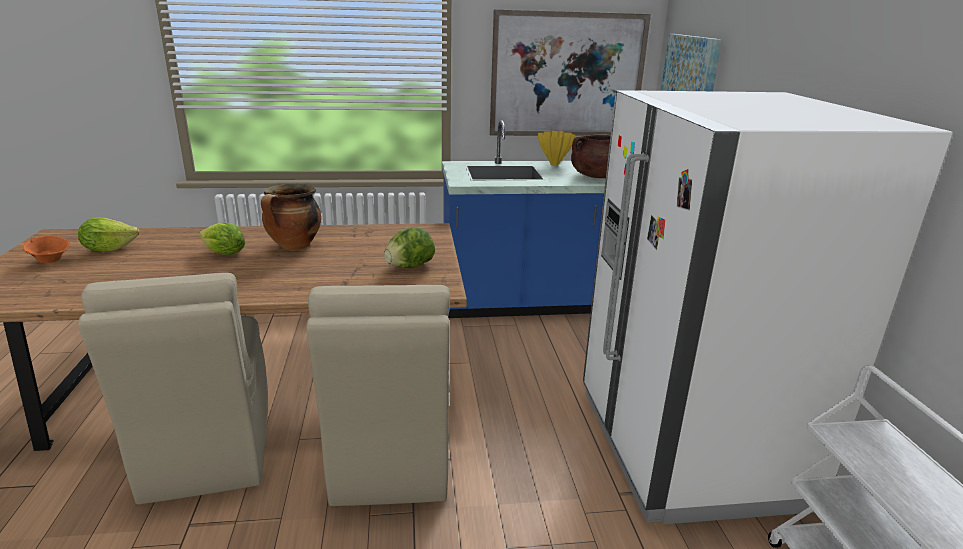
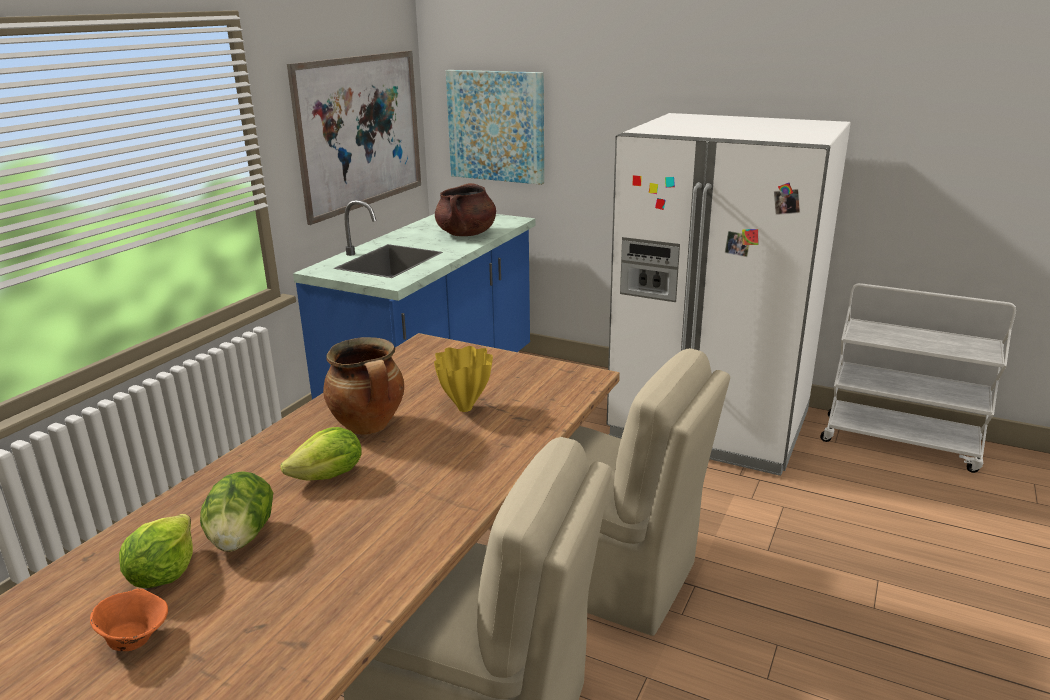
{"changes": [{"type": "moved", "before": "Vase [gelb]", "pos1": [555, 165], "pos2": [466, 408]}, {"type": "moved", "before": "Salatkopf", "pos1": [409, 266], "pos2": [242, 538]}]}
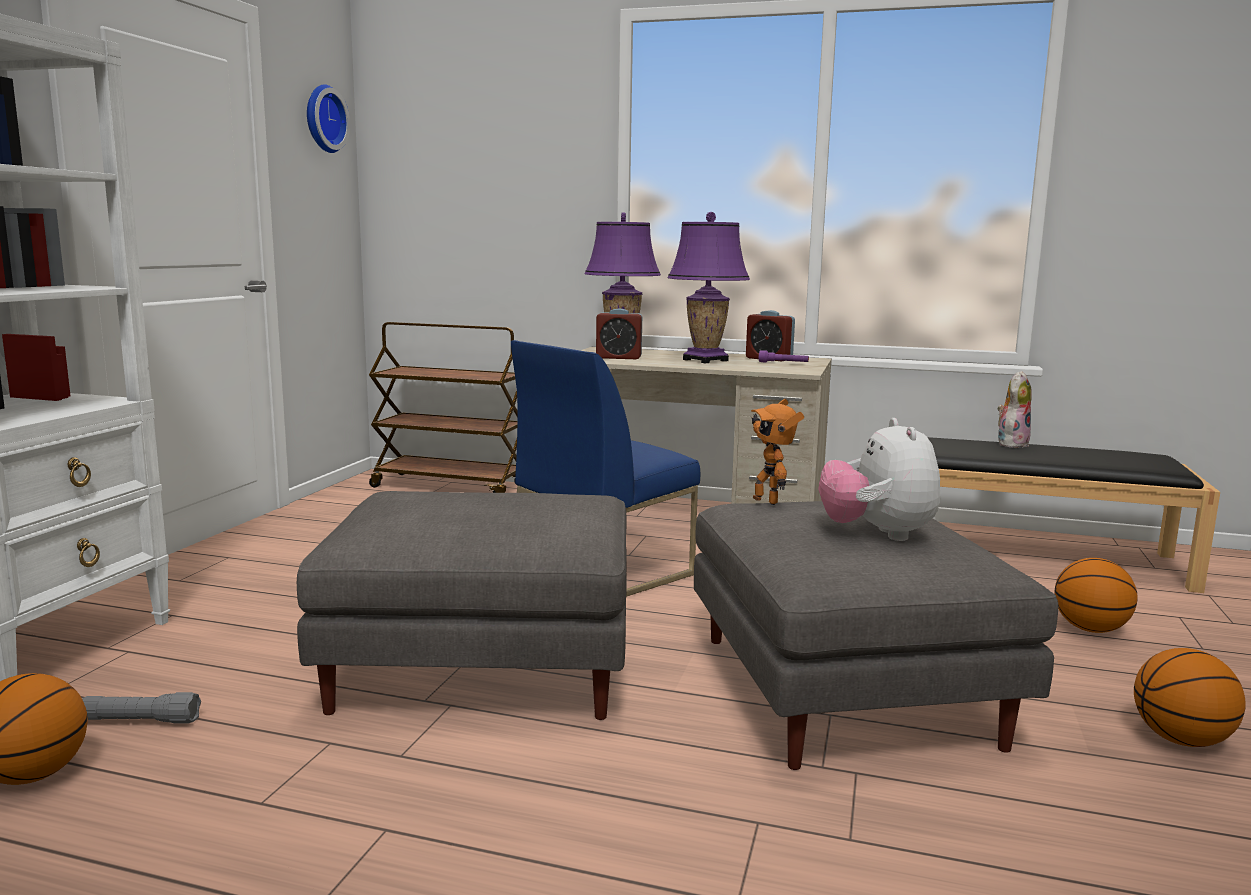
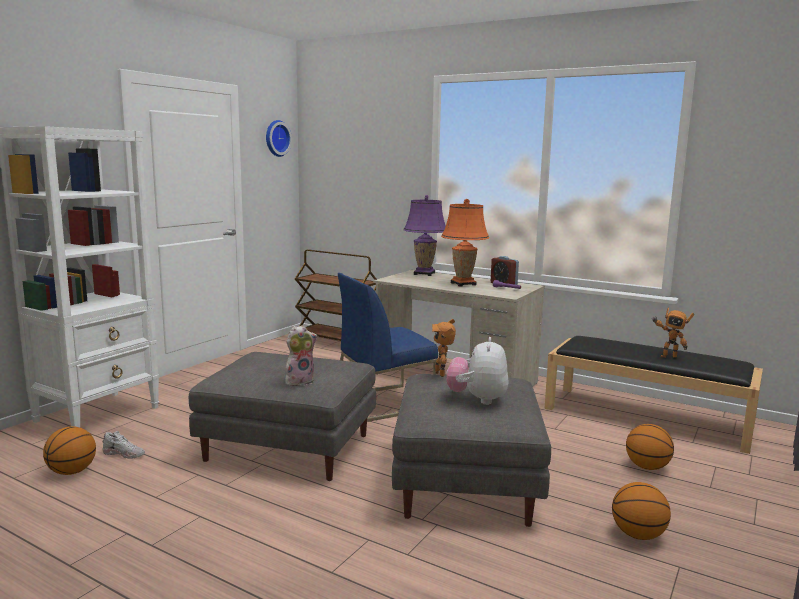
{"changes": [{"type": "recoloured", "before": "Tischlampe [lila]", "after": "Tischlampe [orange]", "pos1": [705, 360], "pos2": [463, 284]}, {"type": "removed", "before": "Wecker", "pos1": [618, 357]}, {"type": "moved", "before": "Plüschtier", "pos1": [1011, 444], "pos2": [300, 381]}, {"type": "replaced", "before": "Taschenlampe [grau]", "after": "Schuh [weiß]", "pos1": [141, 721], "pos2": [124, 454]}, {"type": "added", "after": "Spielzeugroboter", "pos2": [668, 356]}]}
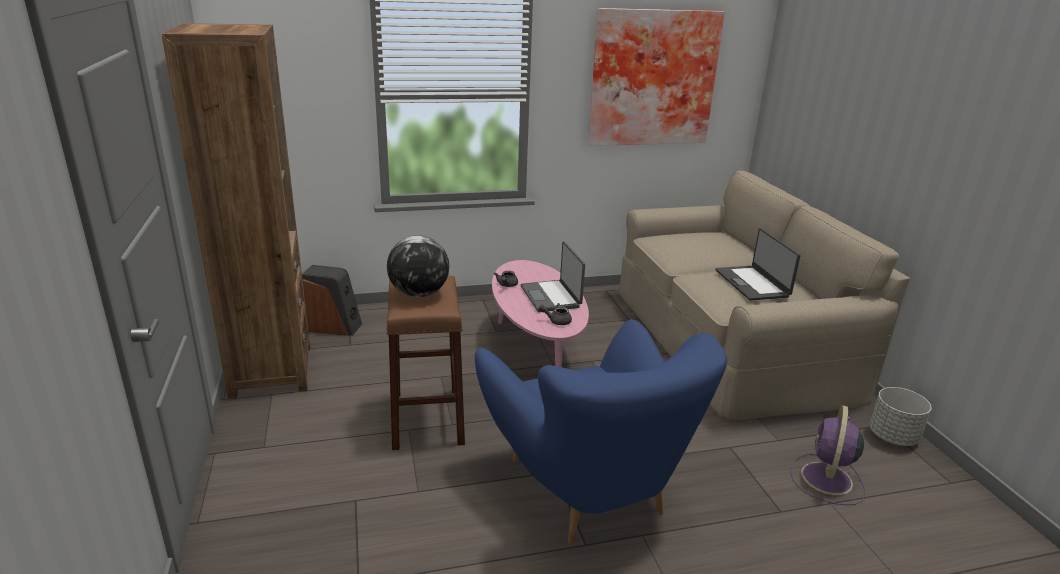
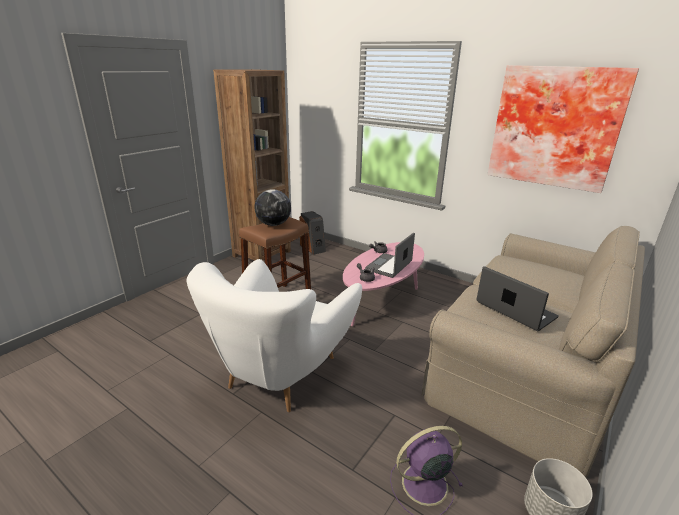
{"changes": [{"type": "turned", "before": "Laptop", "pos1": [752, 283], "pos2": [515, 310], "turn": 105}, {"type": "recoloured", "before": "Sessel [blau]", "after": "Sessel [weiß]", "pos1": [588, 488], "pos2": [280, 373]}]}
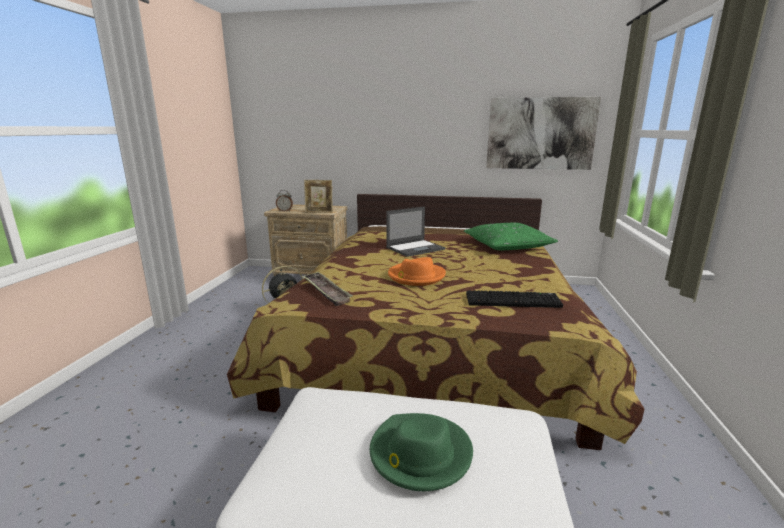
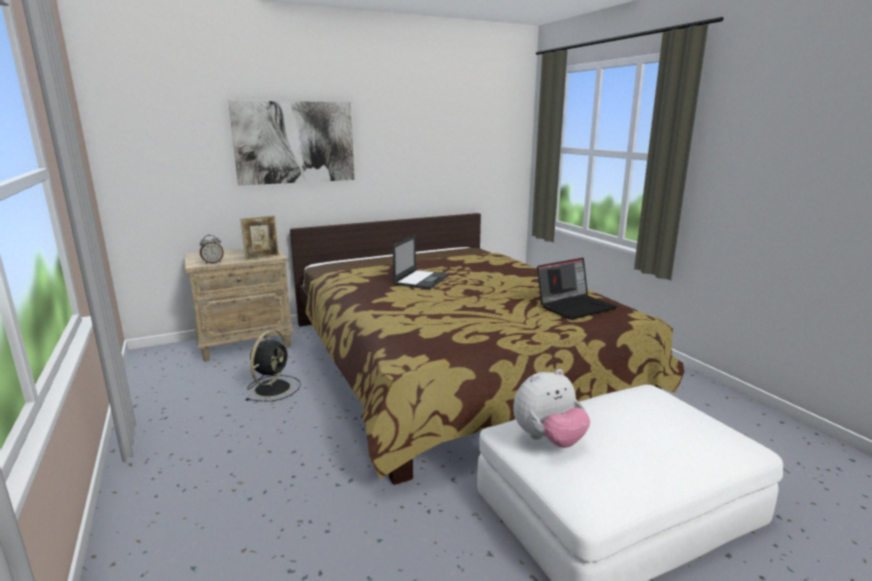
{"changes": [{"type": "moved", "before": "Bild", "pos1": [540, 134], "pos2": [295, 142]}, {"type": "removed", "before": "Kissen [grün]", "pos1": [507, 246]}, {"type": "removed", "before": "Hut [orange]", "pos1": [416, 276]}, {"type": "removed", "before": "Tablett", "pos1": [326, 291]}, {"type": "replaced", "before": "Tastatur", "after": "Laptop", "pos1": [513, 300], "pos2": [575, 306]}, {"type": "removed", "before": "Hut [grün]", "pos1": [419, 454]}, {"type": "added", "after": "Plüschtier", "pos2": [548, 440]}]}
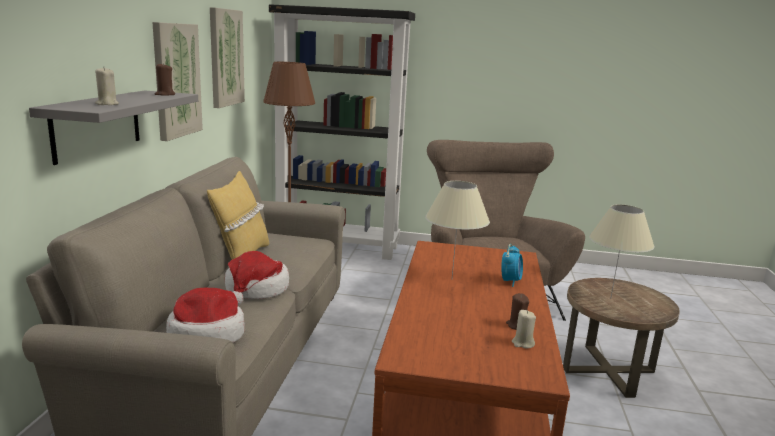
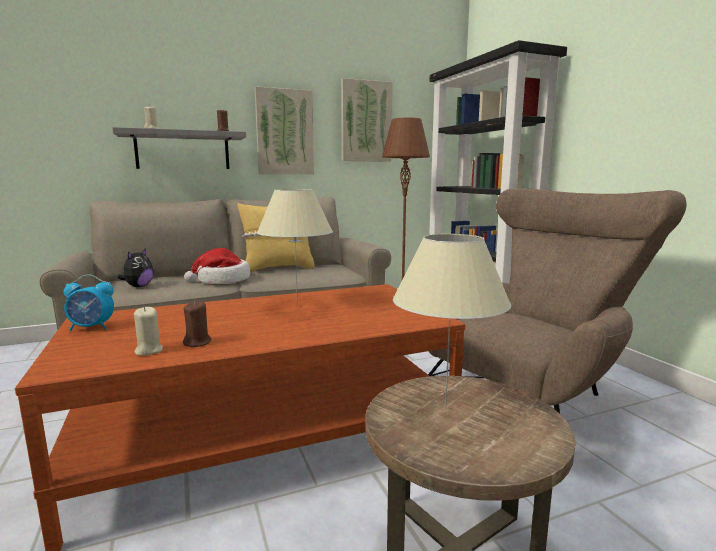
{"changes": [{"type": "moved", "before": "Wecker", "pos1": [510, 281], "pos2": [92, 328]}, {"type": "replaced", "before": "Hut", "after": "Plüschtier", "pos1": [207, 334], "pos2": [138, 286]}]}
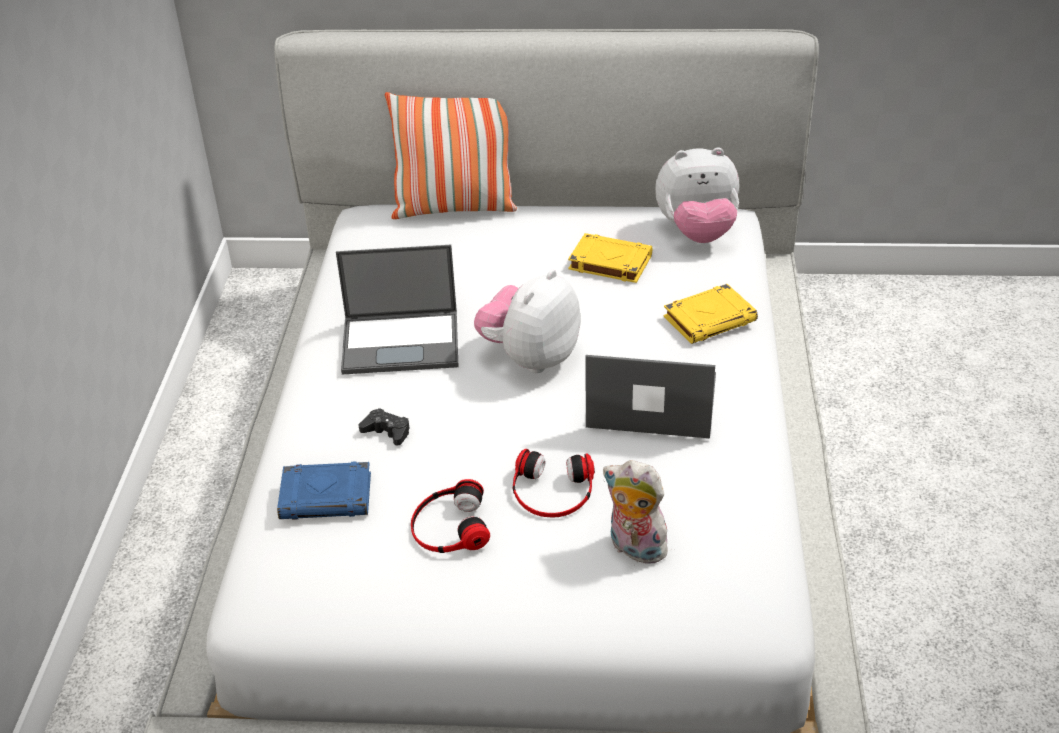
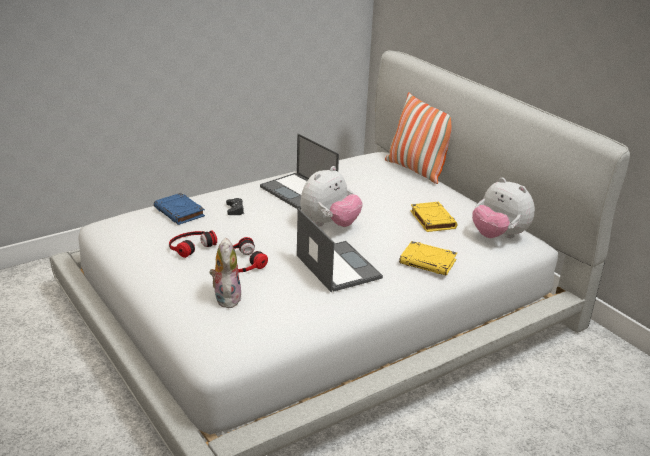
{"changes": [{"type": "turned", "before": "Plüschtier", "pos1": [530, 357], "pos2": [329, 224], "turn": 135}]}
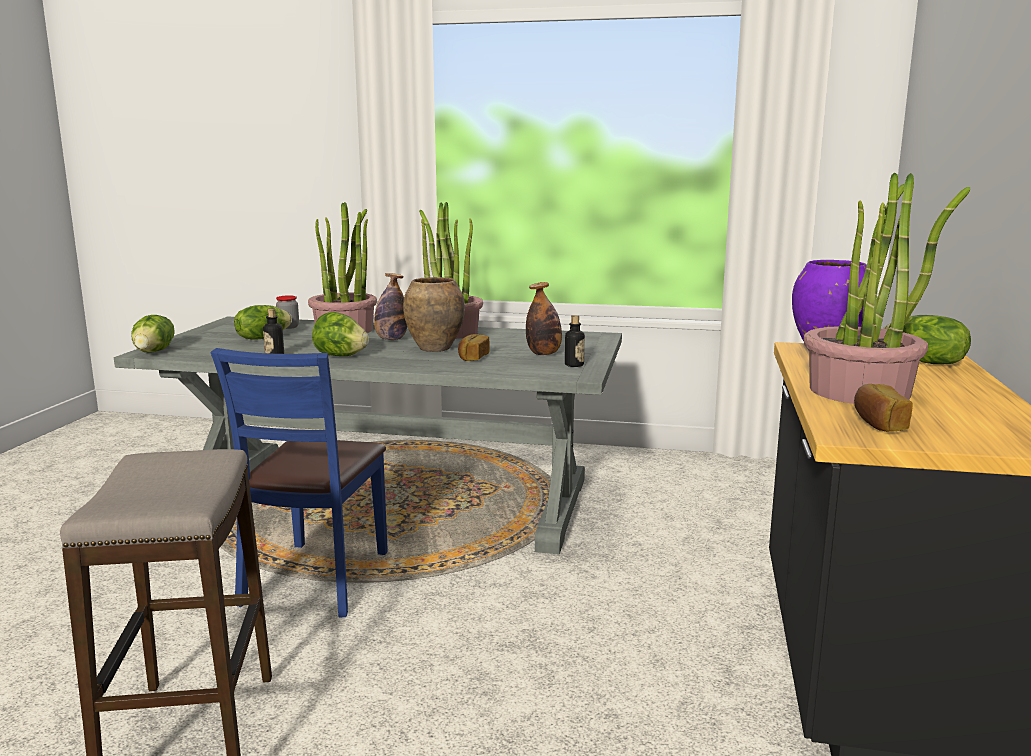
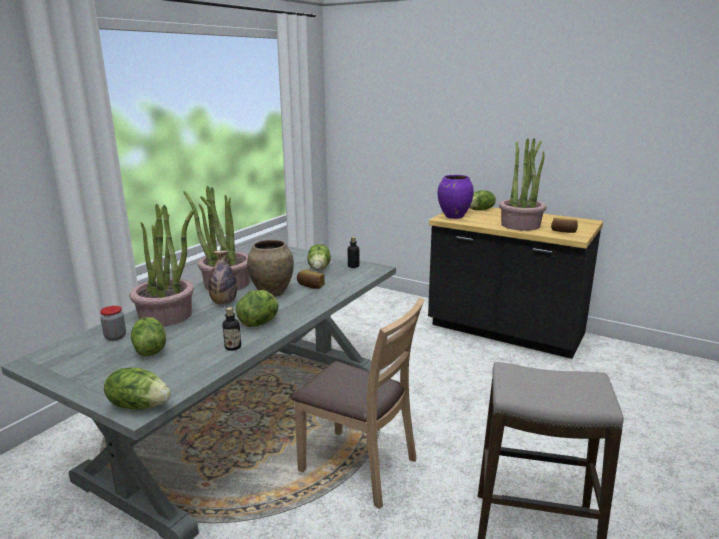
{"changes": [{"type": "replaced", "before": "Flasche", "after": "Salatkopf", "pos1": [544, 354], "pos2": [319, 268]}, {"type": "recoloured", "before": "Stuhl [blau]", "after": "Stuhl [braun]", "pos1": [316, 579], "pos2": [359, 466]}]}
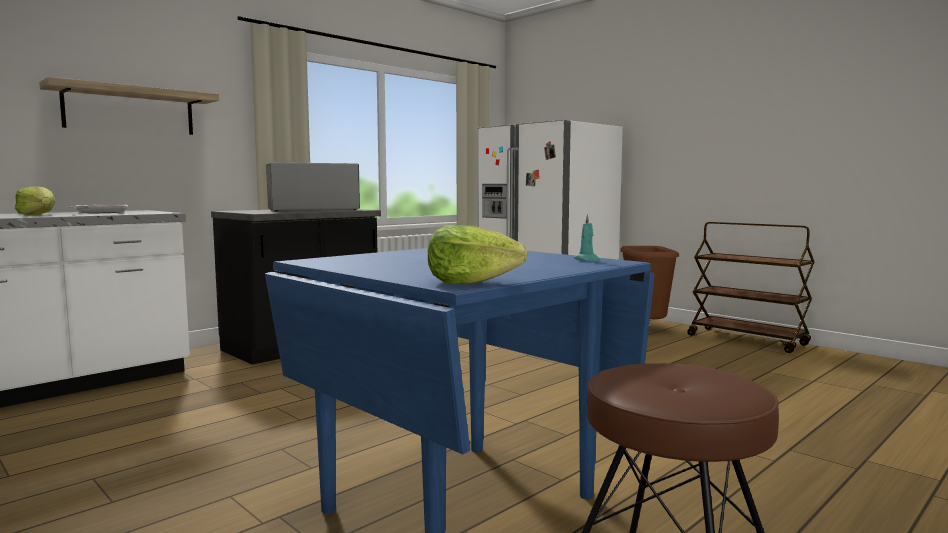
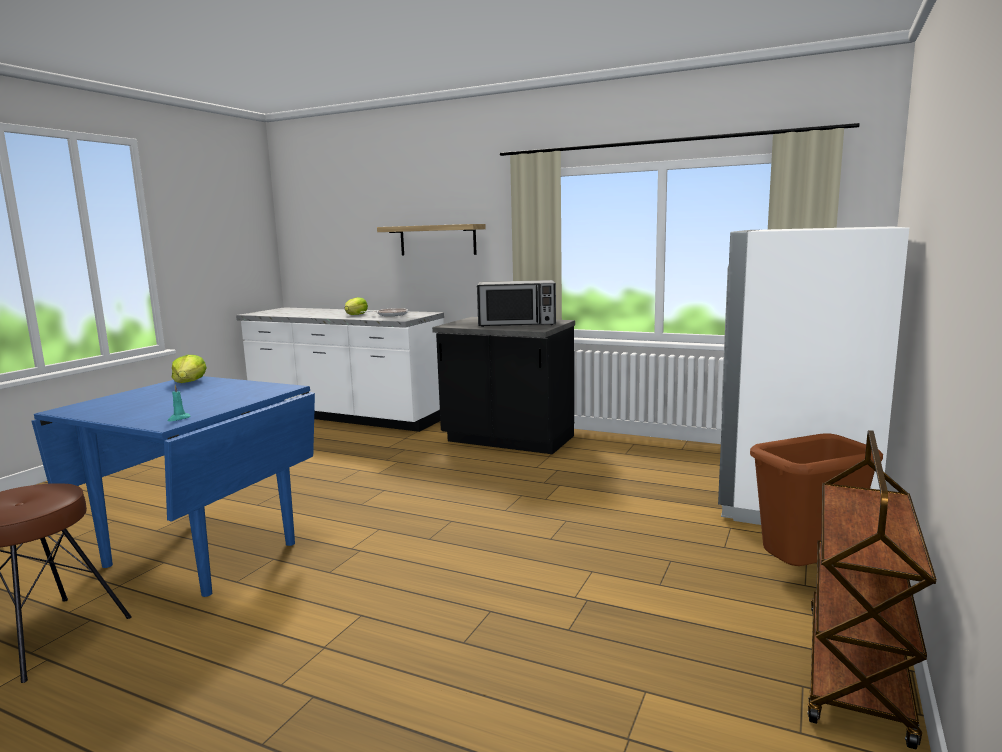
{"changes": [{"type": "turned", "before": "Mikrowelle", "pos1": [313, 209], "pos2": [517, 324], "turn": 135}, {"type": "moved", "before": "Salatkopf", "pos1": [471, 282], "pos2": [189, 382]}]}
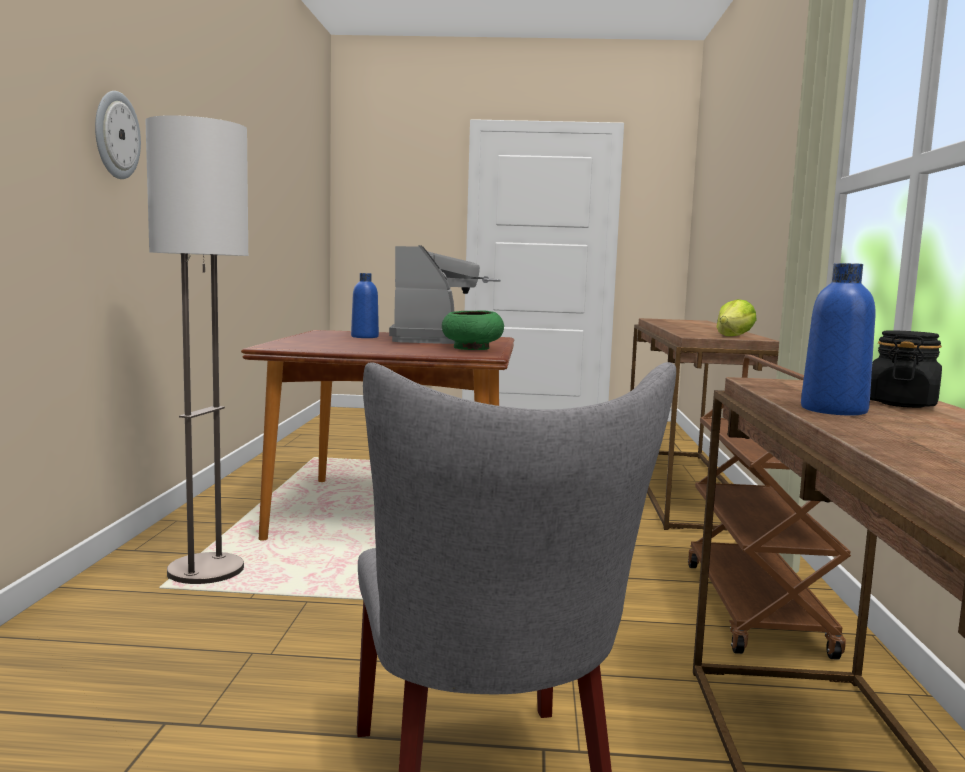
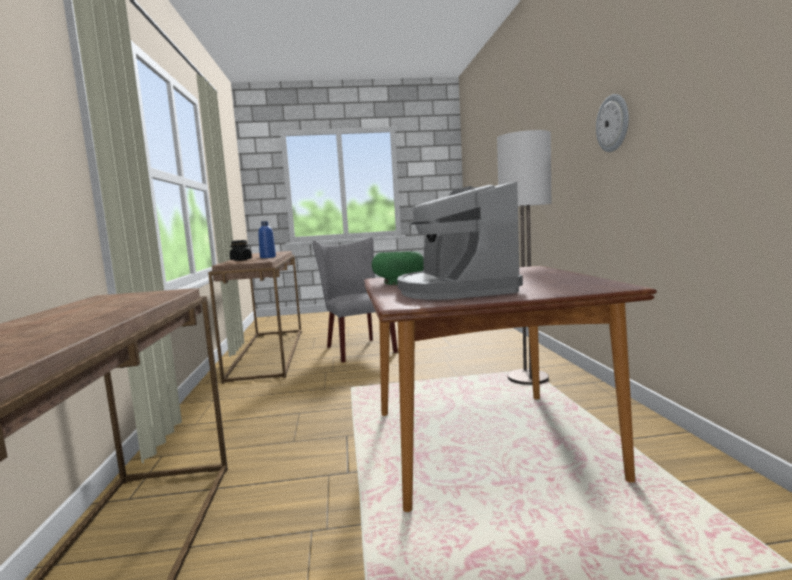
{"changes": [{"type": "removed", "before": "Flasche [blau]", "pos1": [364, 337]}, {"type": "removed", "before": "Salatkopf", "pos1": [734, 336]}, {"type": "removed", "before": "Rollwagen [braun]", "pos1": [756, 609]}]}
